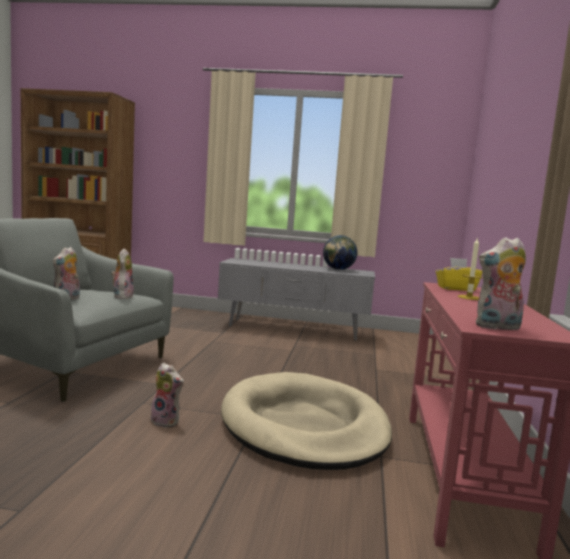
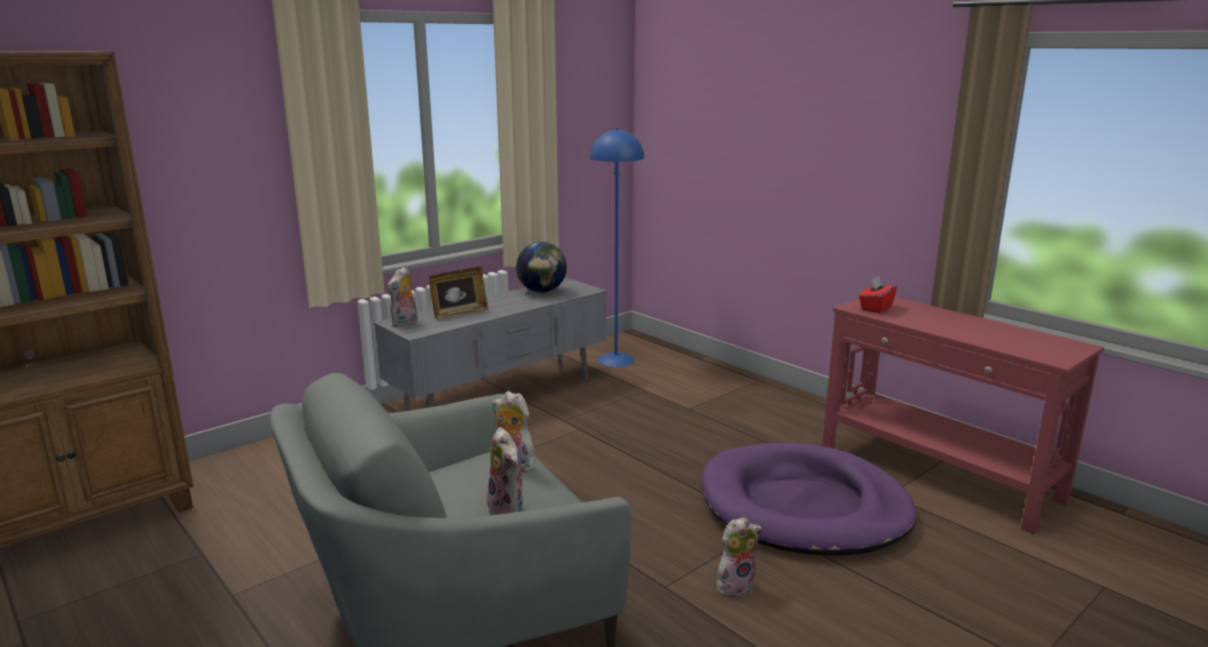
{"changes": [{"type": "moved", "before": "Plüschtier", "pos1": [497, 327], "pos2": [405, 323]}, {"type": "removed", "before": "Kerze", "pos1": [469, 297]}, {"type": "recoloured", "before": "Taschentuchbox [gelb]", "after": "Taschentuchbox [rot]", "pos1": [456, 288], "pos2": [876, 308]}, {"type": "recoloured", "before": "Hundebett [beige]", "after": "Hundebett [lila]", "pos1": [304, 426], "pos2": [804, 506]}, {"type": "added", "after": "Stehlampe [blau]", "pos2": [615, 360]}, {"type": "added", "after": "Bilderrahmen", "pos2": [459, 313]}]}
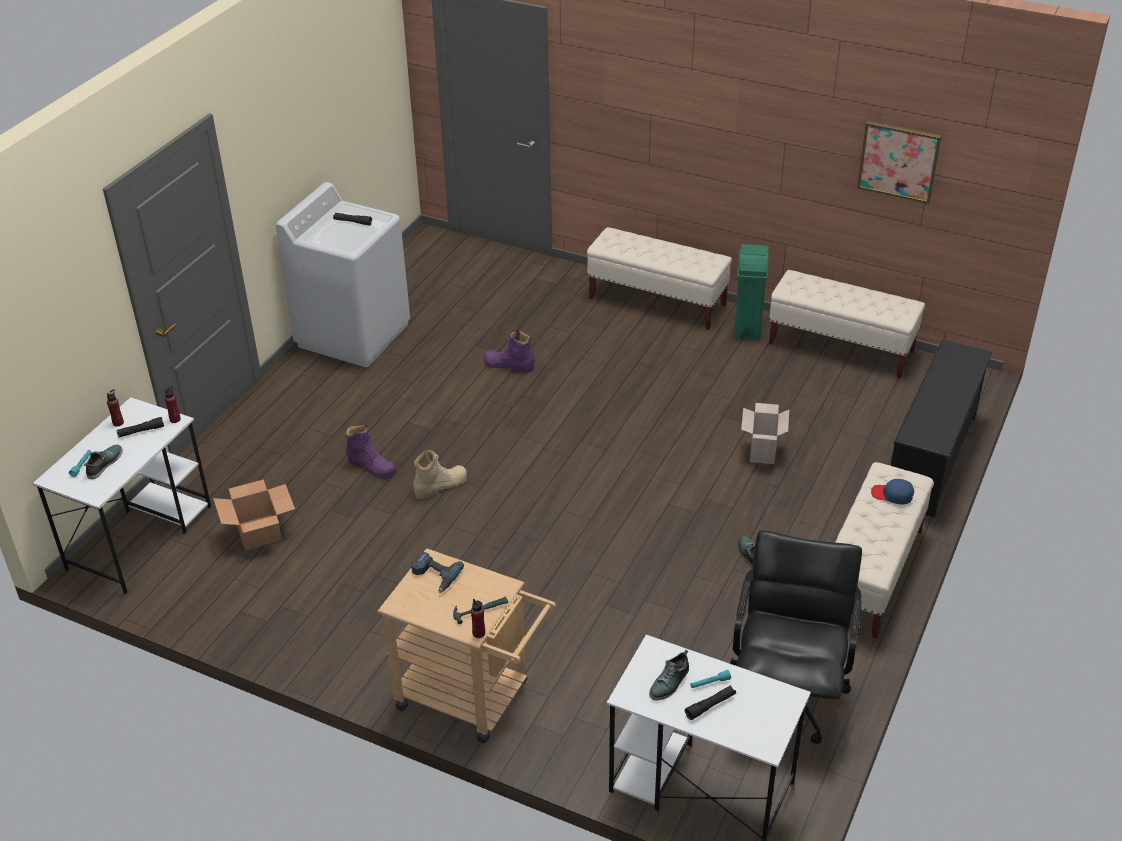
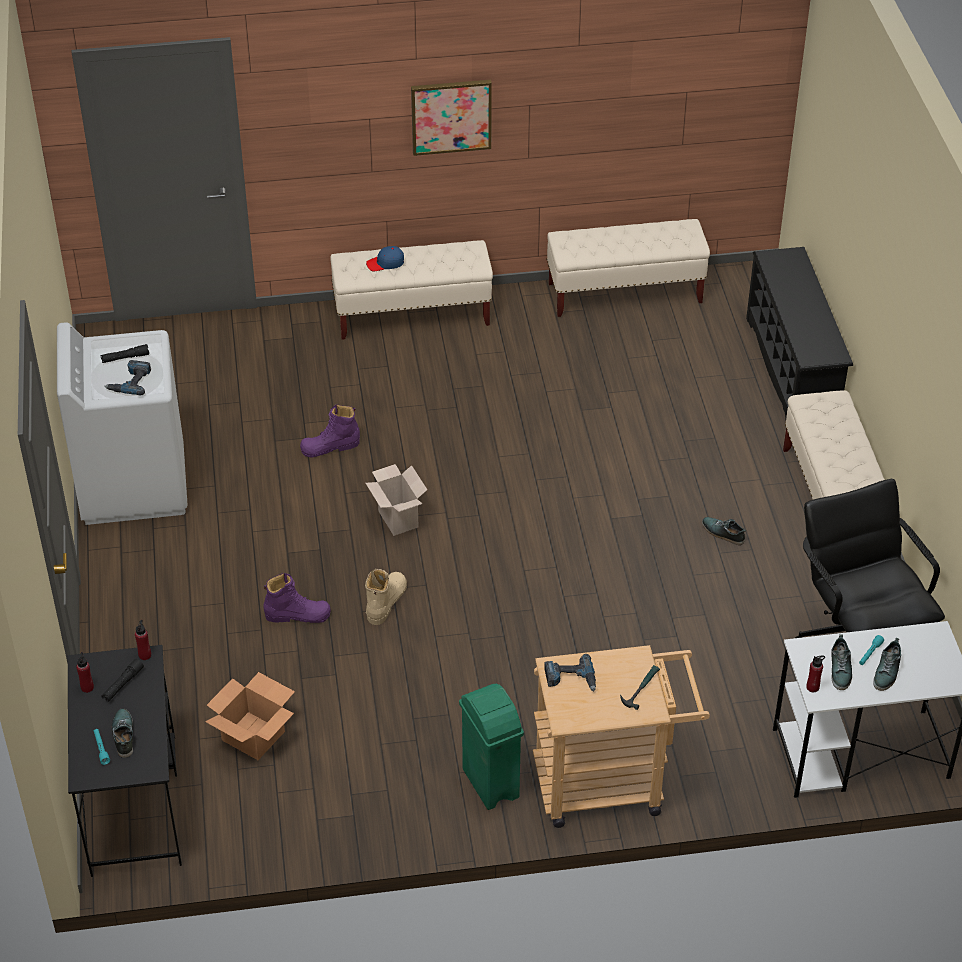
{"changes": [{"type": "moved", "before": "Bild", "pos1": [899, 161], "pos2": [451, 116]}, {"type": "moved", "before": "Mülleimer [grün]", "pos1": [747, 328], "pos2": [490, 784]}, {"type": "recoloured", "before": "Schreibtisch [weiß]", "after": "Schreibtisch [schwarz]", "pos1": [140, 537], "pos2": [134, 802]}, {"type": "moved", "before": "Karton", "pos1": [761, 451], "pos2": [396, 518]}, {"type": "moved", "before": "Kappe [blau]", "pos1": [892, 495], "pos2": [385, 263]}, {"type": "moved", "before": "Flasche [rot]", "pos1": [479, 633], "pos2": [812, 687]}, {"type": "replaced", "before": "Taschenlampe [schwarz]", "after": "Schuh", "pos1": [710, 706], "pos2": [887, 672]}, {"type": "added", "after": "Bohrmaschine", "pos2": [130, 382]}]}
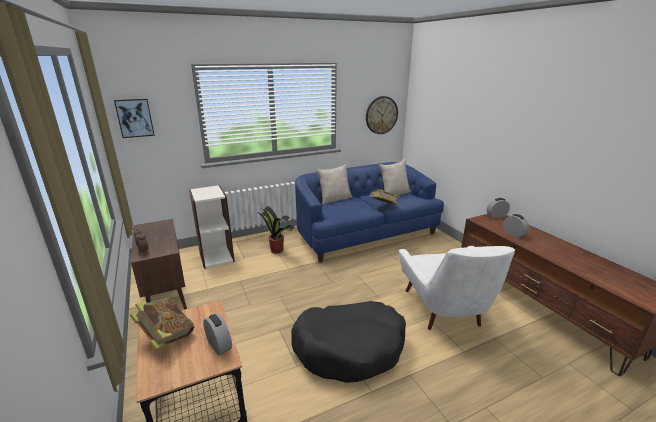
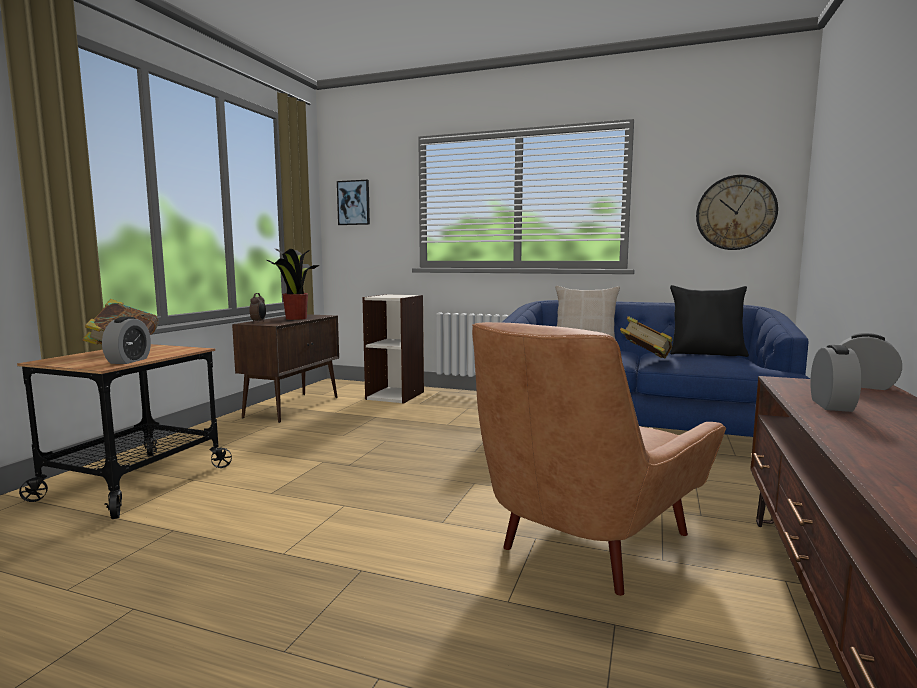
{"changes": [{"type": "recoloured", "before": "Kissen [beige]", "after": "Kissen [schwarz]", "pos1": [394, 194], "pos2": [706, 353]}, {"type": "moved", "before": "Topfpflanze", "pos1": [276, 250], "pos2": [297, 318]}, {"type": "recoloured", "before": "Sessel [weiß]", "after": "Sessel [braun]", "pos1": [445, 312], "pos2": [584, 547]}, {"type": "removed", "before": "Hundebett [schwarz]", "pos1": [349, 347]}]}
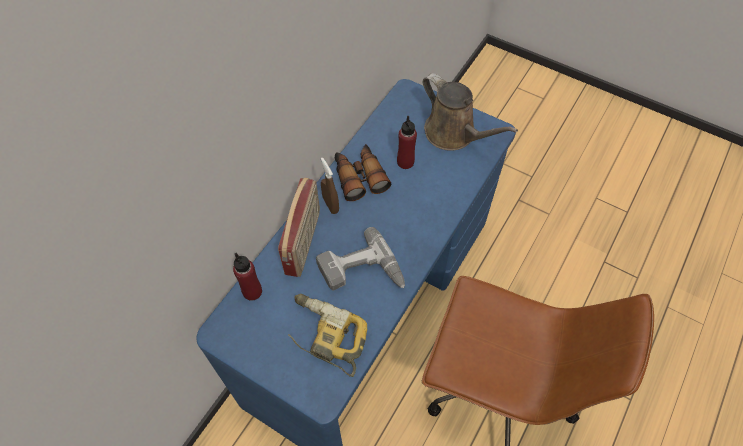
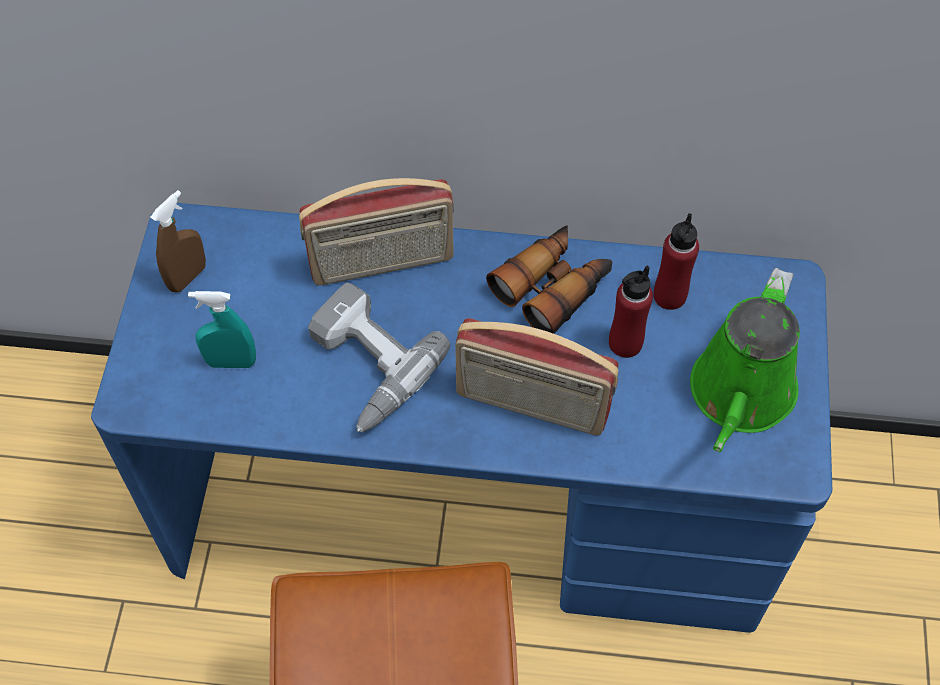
{"changes": [{"type": "recoloured", "before": "Gießkanne [braun]", "after": "Gießkanne [grün]", "pos1": [453, 134], "pos2": [740, 396]}, {"type": "moved", "before": "Sprühflasche [braun]", "pos1": [330, 205], "pos2": [187, 277]}, {"type": "moved", "before": "Flasche [rot]", "pos1": [252, 291], "pos2": [669, 296]}, {"type": "replaced", "before": "Bohrmaschine", "after": "Sprühflasche [türkis]", "pos1": [325, 336], "pos2": [231, 362]}, {"type": "added", "after": "Radio", "pos2": [531, 406]}]}
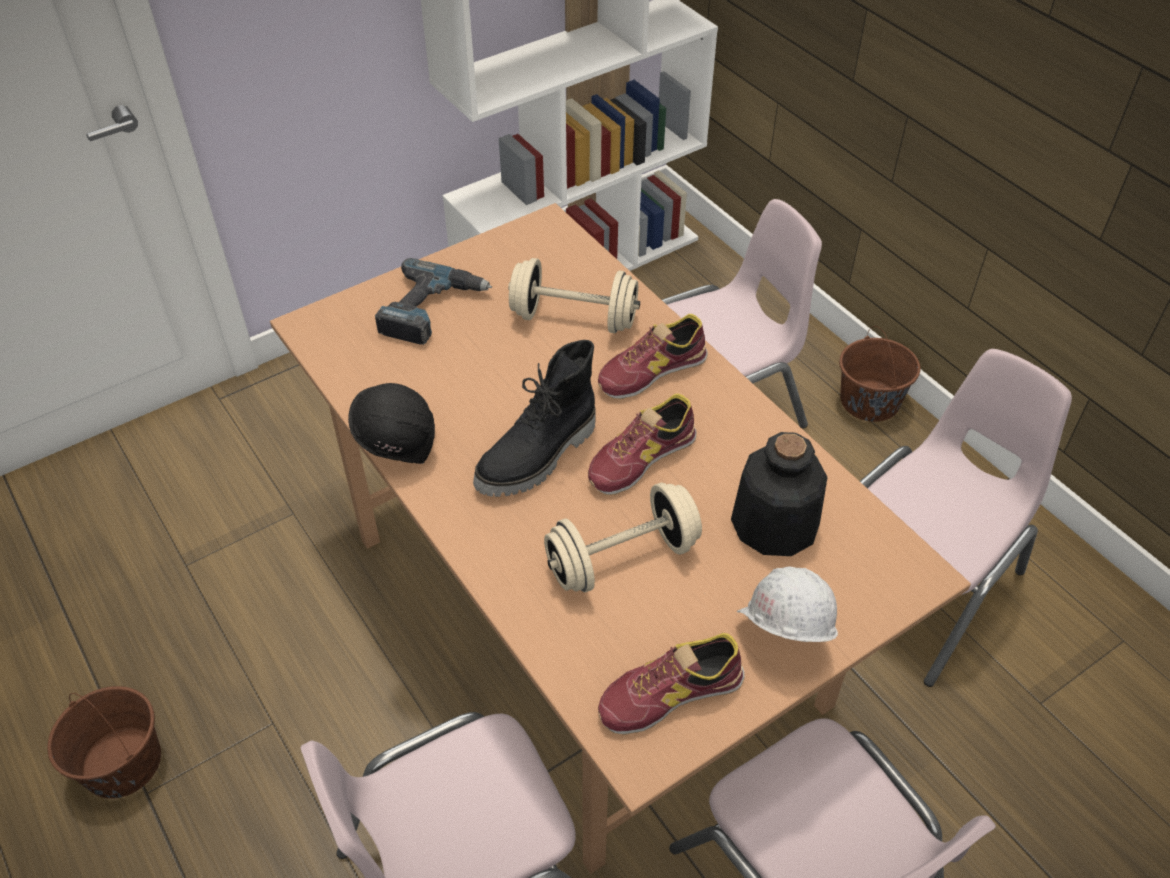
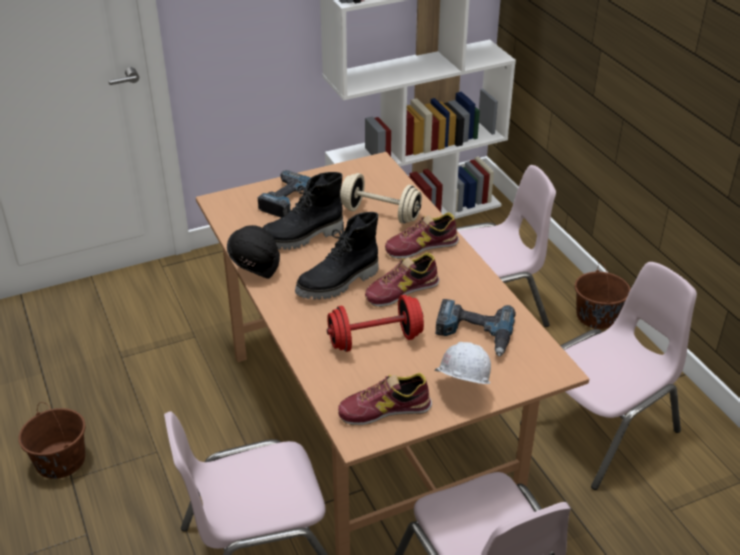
{"changes": [{"type": "replaced", "before": "Flasche", "after": "Bohrmaschine", "pos1": [774, 524], "pos2": [474, 333]}, {"type": "recoloured", "before": "Hantel [beige]", "after": "Hantel [rot]", "pos1": [622, 558], "pos2": [375, 340]}, {"type": "added", "after": "Stiefel [schwarz]", "pos2": [302, 237]}]}
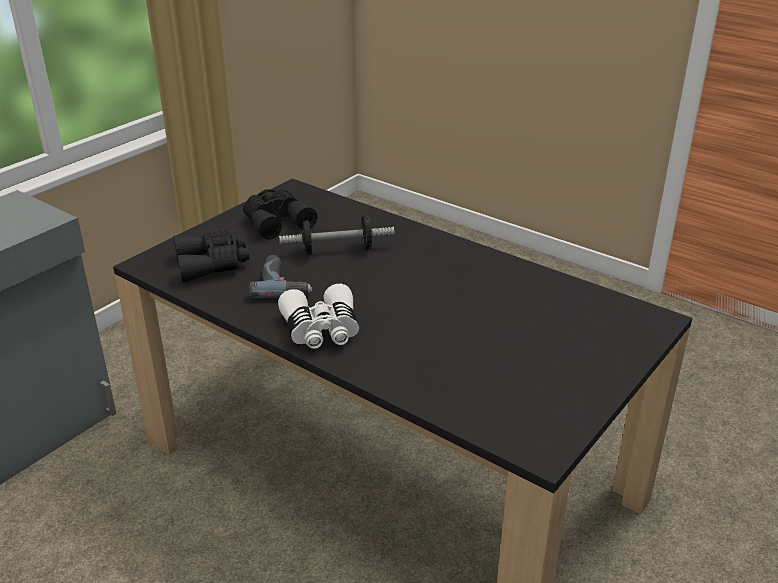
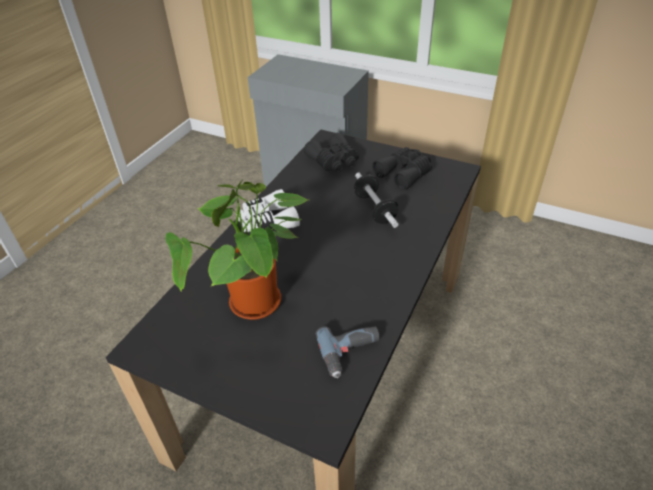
{"changes": [{"type": "moved", "before": "Bohrmaschine", "pos1": [283, 284], "pos2": [351, 353]}, {"type": "added", "after": "Topfpflanze", "pos2": [257, 307]}]}
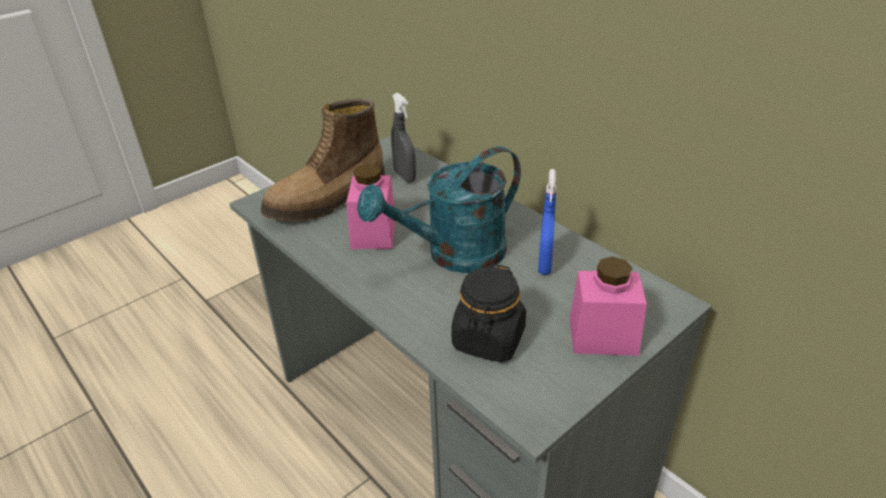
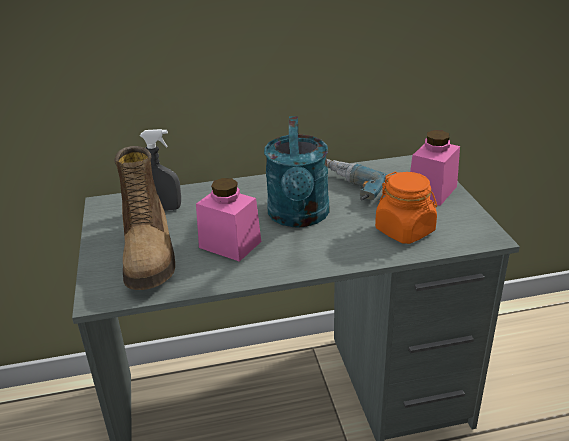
{"changes": [{"type": "replaced", "before": "Sprühflasche [blau]", "after": "Bohrmaschine", "pos1": [544, 264], "pos2": [345, 187]}, {"type": "recoloured", "before": "Vorratsglas [schwarz]", "after": "Vorratsglas [orange]", "pos1": [488, 340], "pos2": [405, 230]}]}
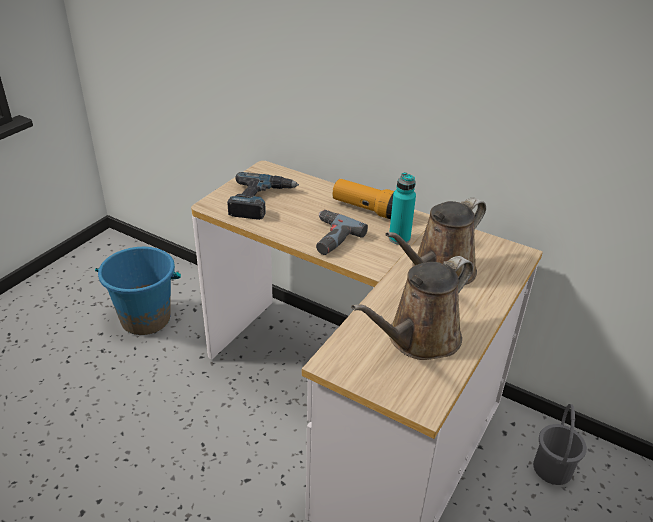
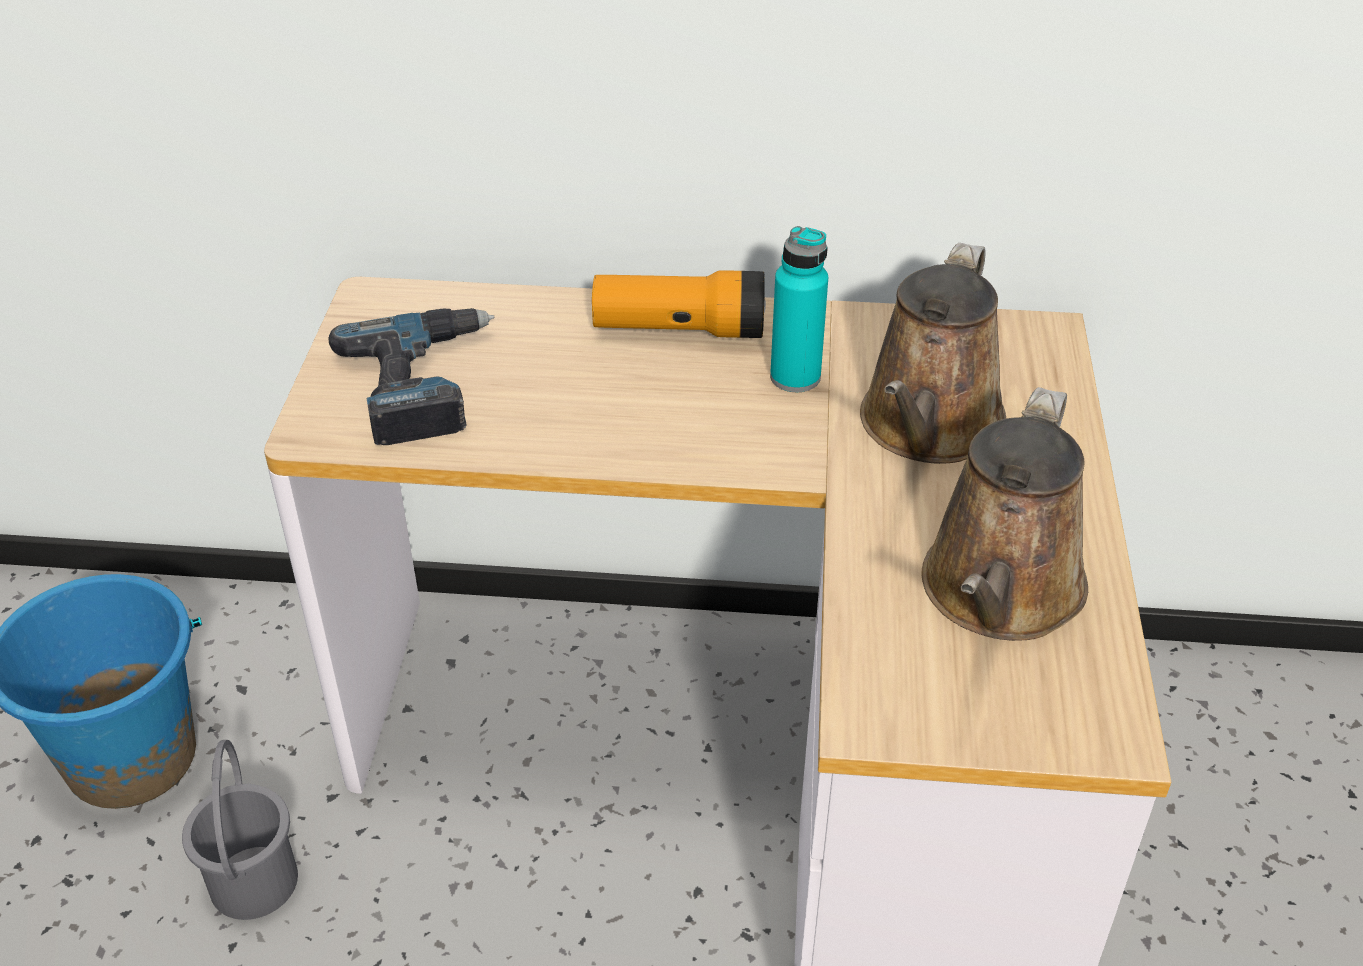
{"changes": [{"type": "removed", "before": "Bohrmaschine", "pos1": [329, 238]}, {"type": "moved", "before": "Eimer [grau]", "pos1": [553, 468], "pos2": [255, 881]}]}
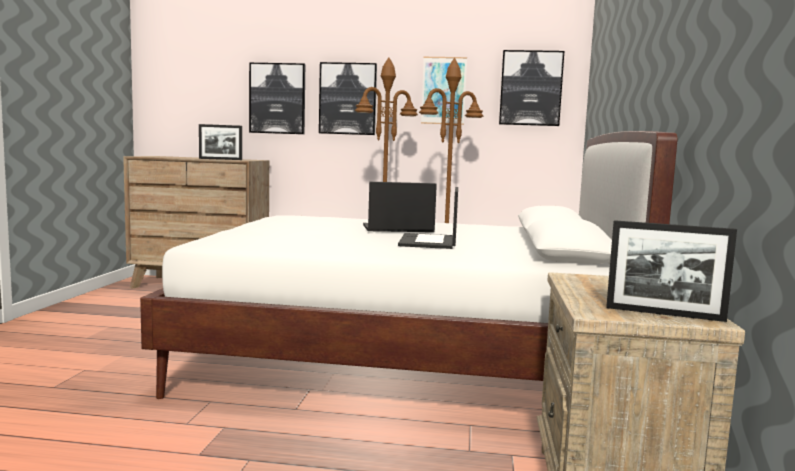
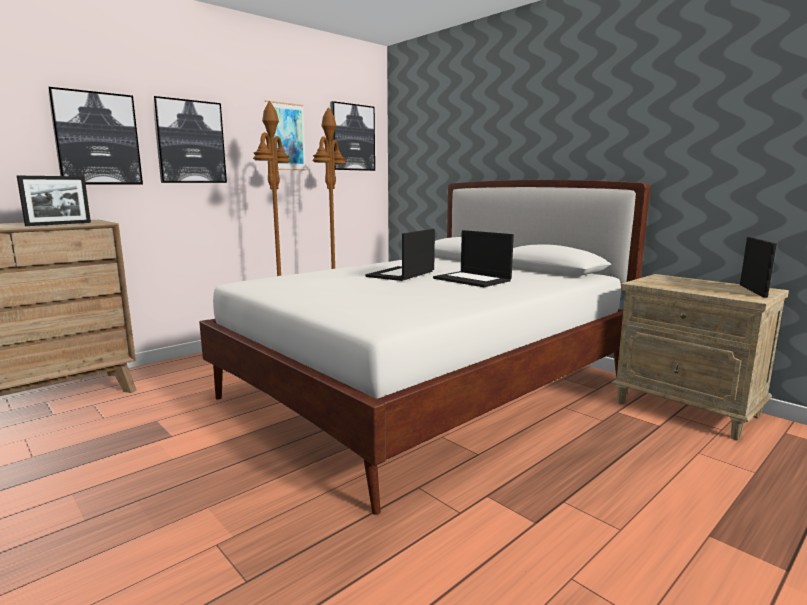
{"changes": [{"type": "turned", "before": "Bilderrahmen", "pos1": [664, 314], "pos2": [752, 291], "turn": -45}]}
